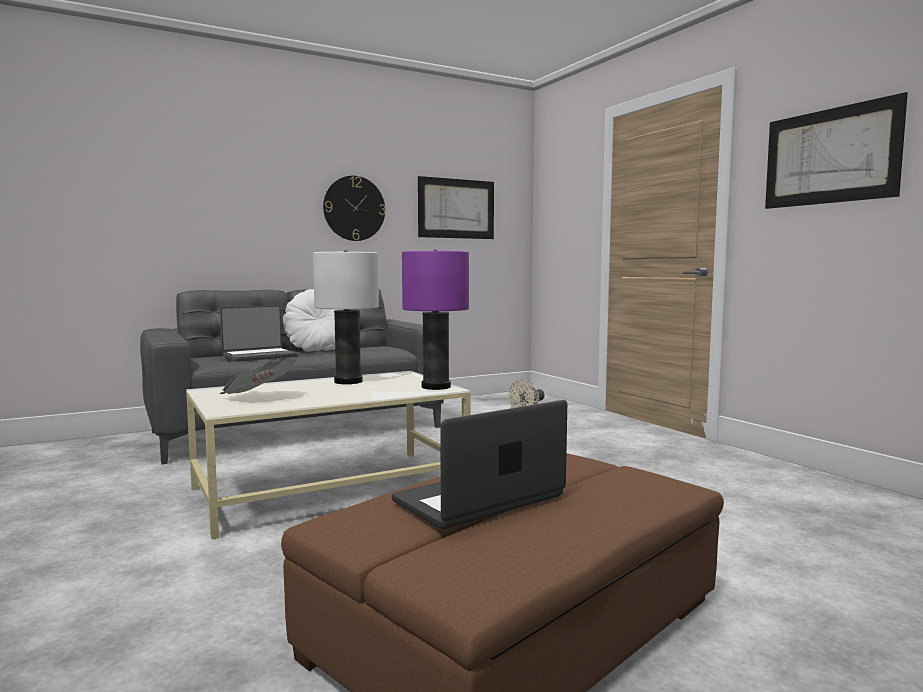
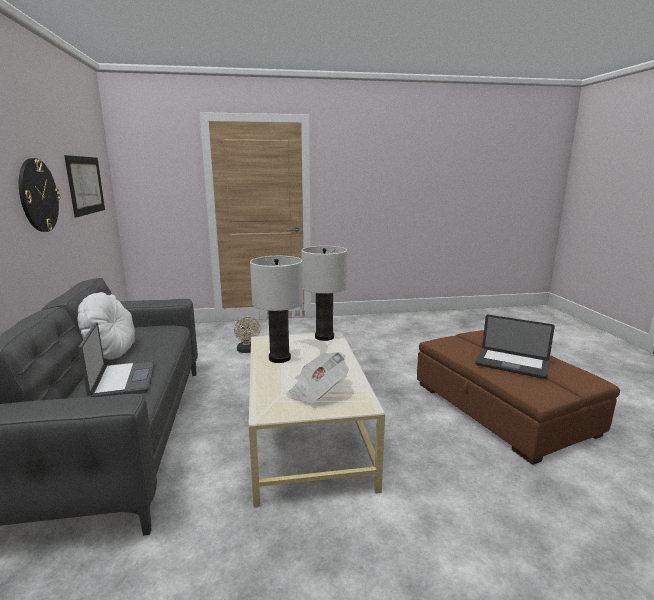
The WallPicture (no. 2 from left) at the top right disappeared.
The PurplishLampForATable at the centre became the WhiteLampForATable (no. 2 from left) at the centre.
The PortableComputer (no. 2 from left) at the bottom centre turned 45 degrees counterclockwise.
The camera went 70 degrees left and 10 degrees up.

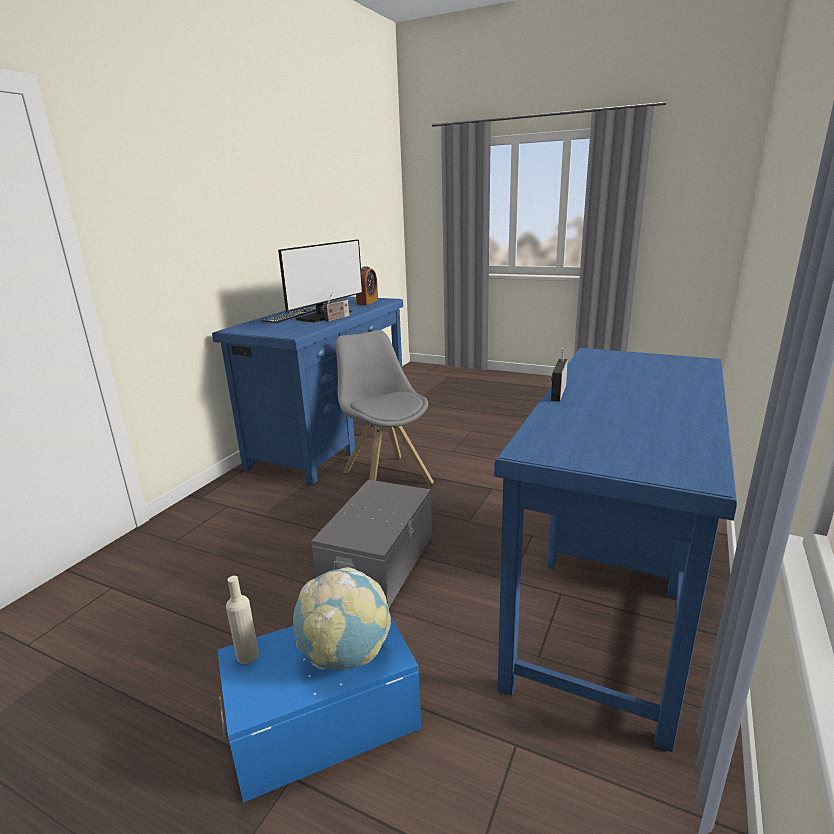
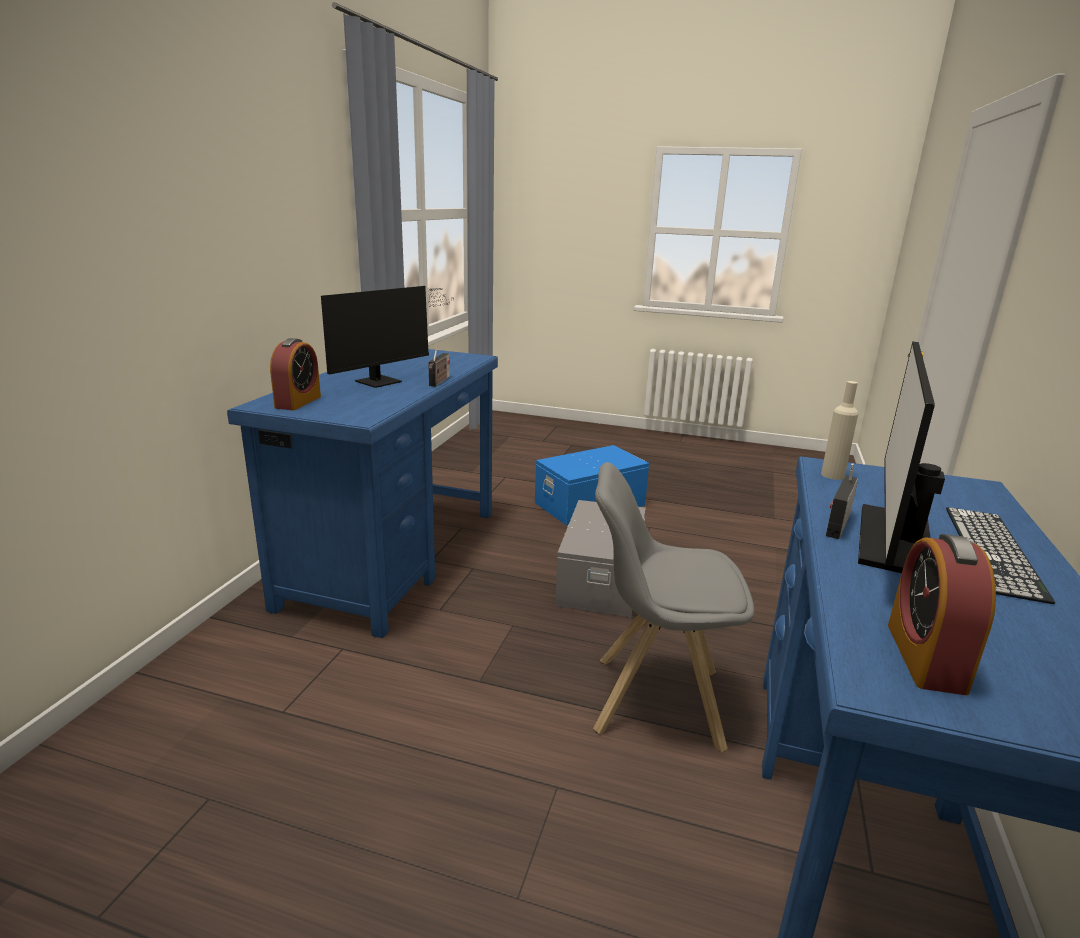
The GreyishChair at the centre turned 135 degrees clockwise.
The WorldGlobe at the bottom centre disappeared.
The SandColouredBottle moved from the bottom left to the middle right.
The ComputerScreen (no. 1 from left) at the centre appeared.
The AlarmClock (no. 1 from left) at the middle left appeared.
The camera went 170 degrees right and 0 degrees up.

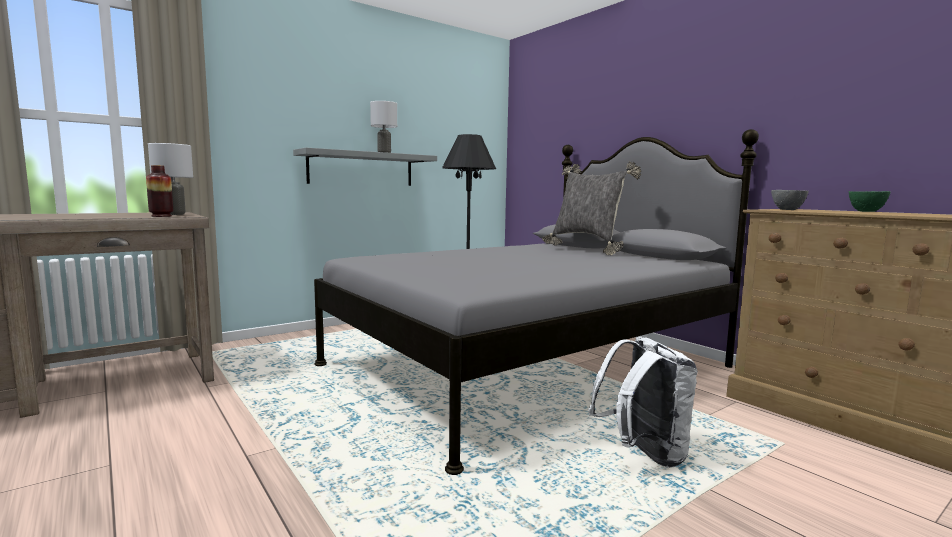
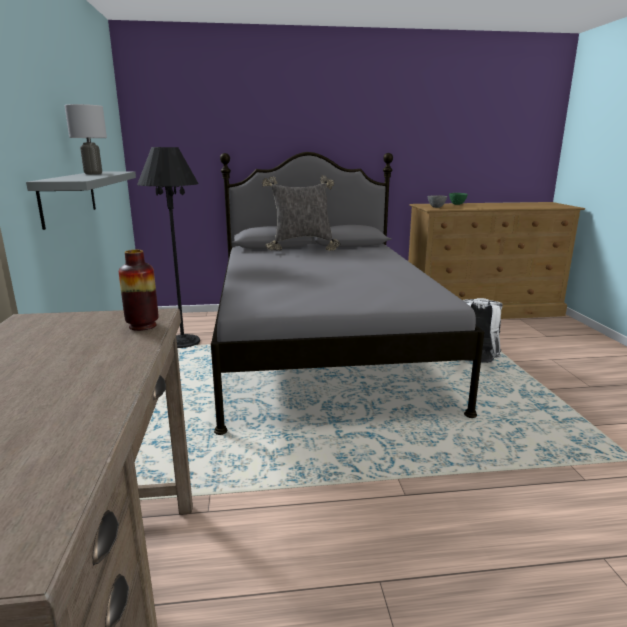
The WhiteLampForATable (no. 1 from left) at the middle left disappeared.
The camera went 60 degrees left and 10 degrees up.

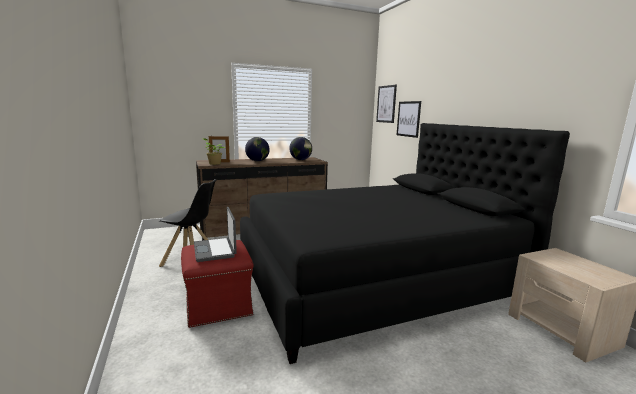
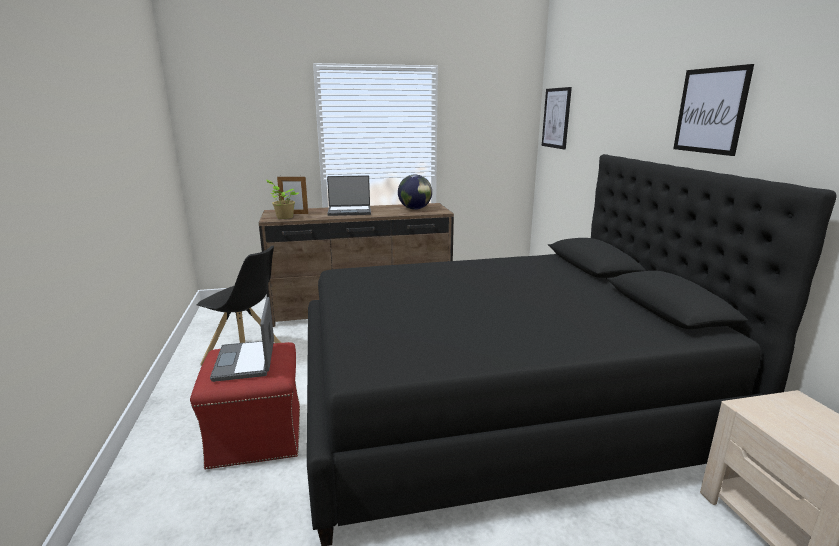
The WallPicture (no. 2 from left) moved from the top centre to the top right.
The WorldGlobe (no. 1 from left) at the centre was replaced by the PortableComputer (no. 2 from left) at the centre.
The camera went 10 degrees right and 5 degrees up.

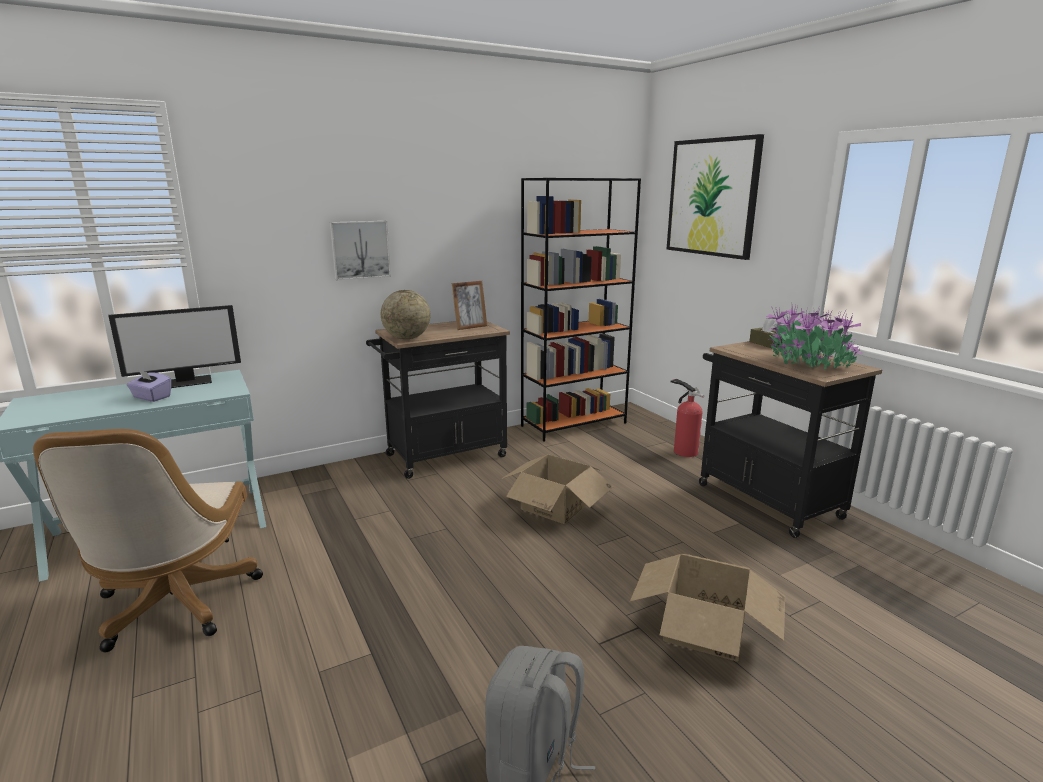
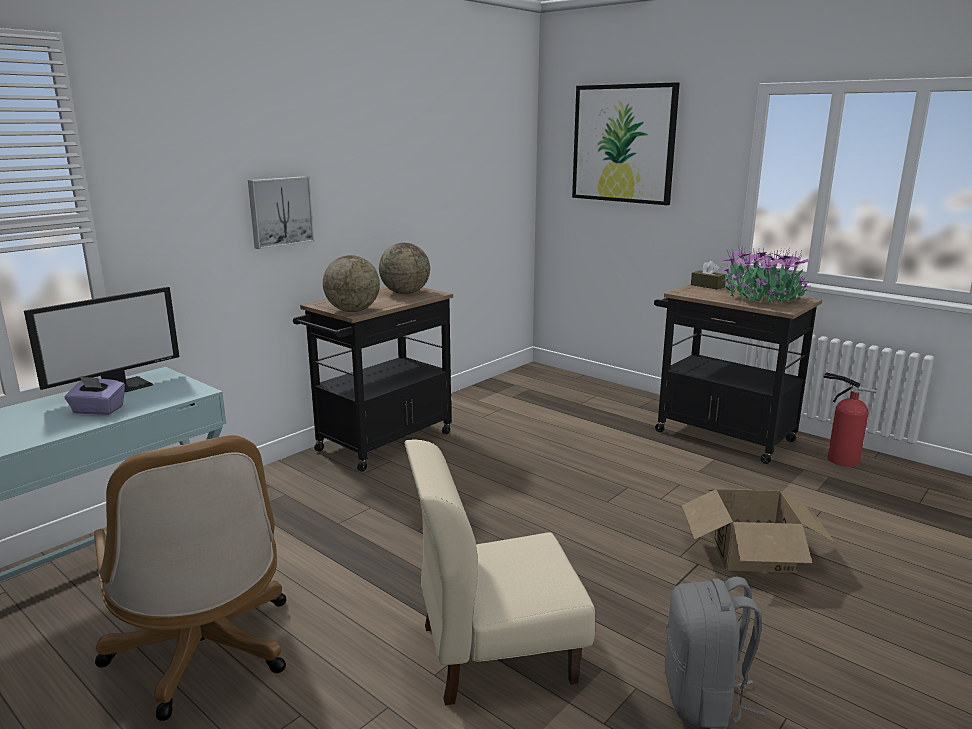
The OrangeyBookcase at the centre disappeared.
The StandingFrame at the centre was replaced by the WorldGlobe (no. 2 from left) at the centre.
The Extinguisher moved from the centre to the middle right.
The CardboardBox (no. 1 from left) at the centre disappeared.
The SandColouredChair at the bottom centre appeared.
The camera went 20 degrees left and 0 degrees up.

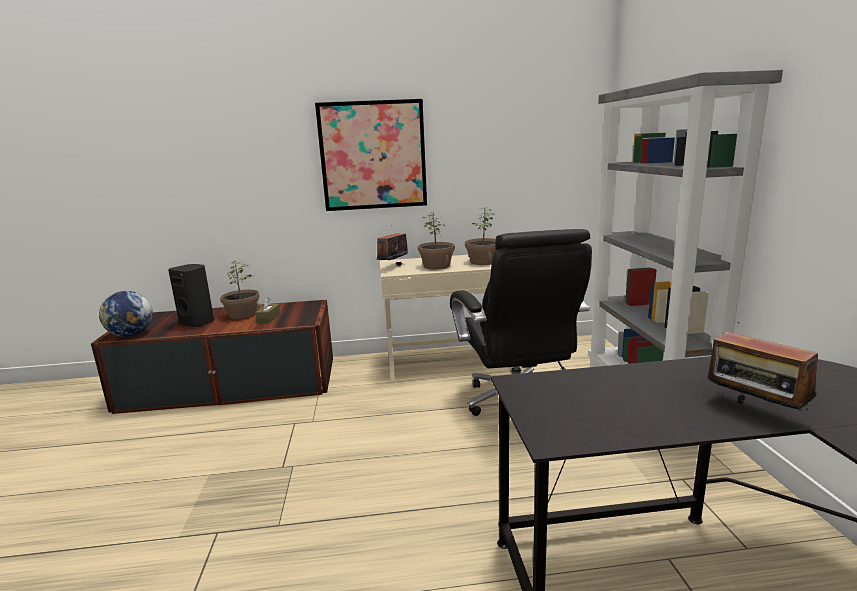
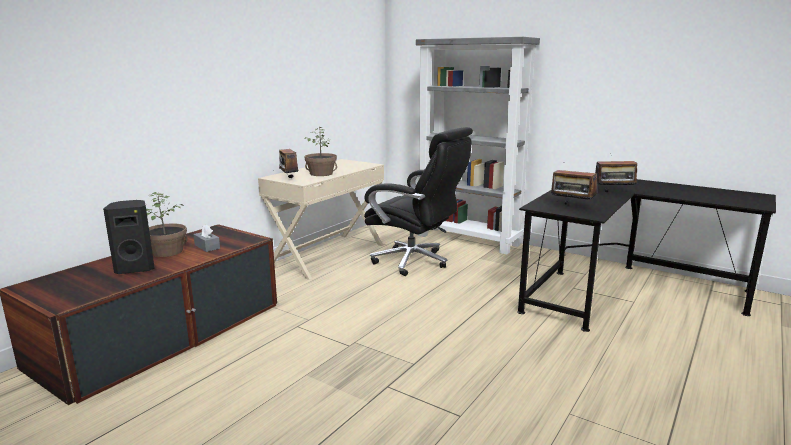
The WallPicture at the top centre disappeared.
The Houseplant (no. 3 from left) at the centre disappeared.
The WorldGlobe at the middle left disappeared.
The BrownTissueHolder at the middle left became the GreyishTissueHolder at the middle left.
The RadioSet (no. 2 from left) at the middle right appeared.
The camera went 50 degrees left and 0 degrees up.

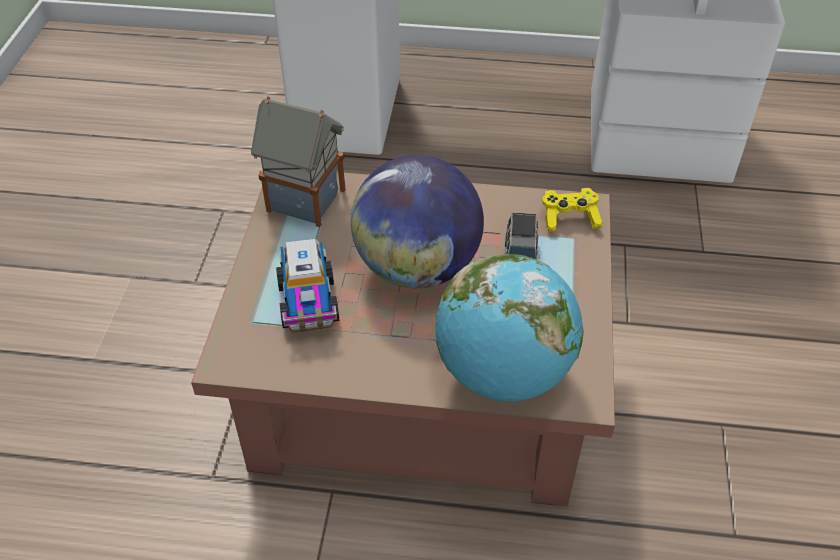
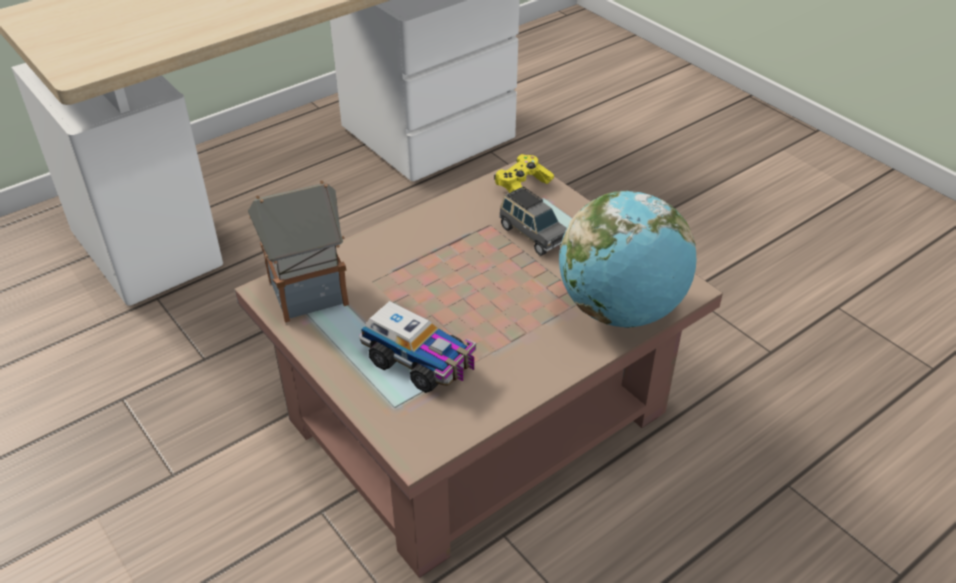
The WorldGlobe (no. 1 from left) at the centre disappeared.
The camera went 45 degrees left and 5 degrees down.

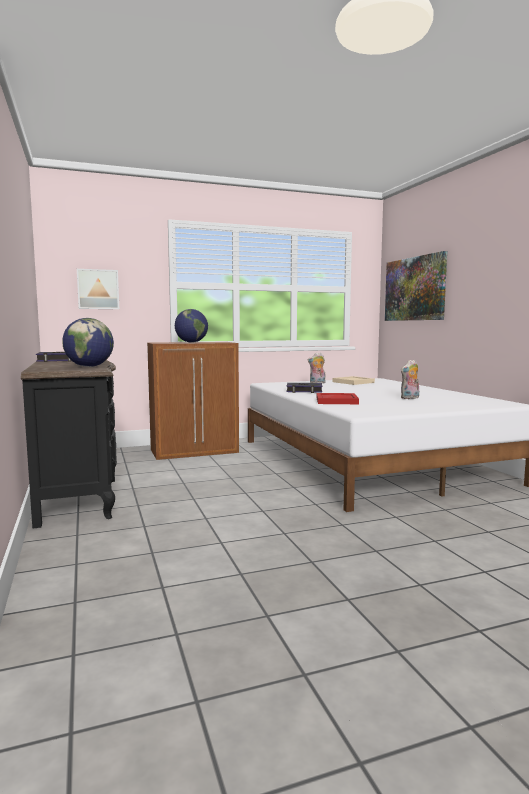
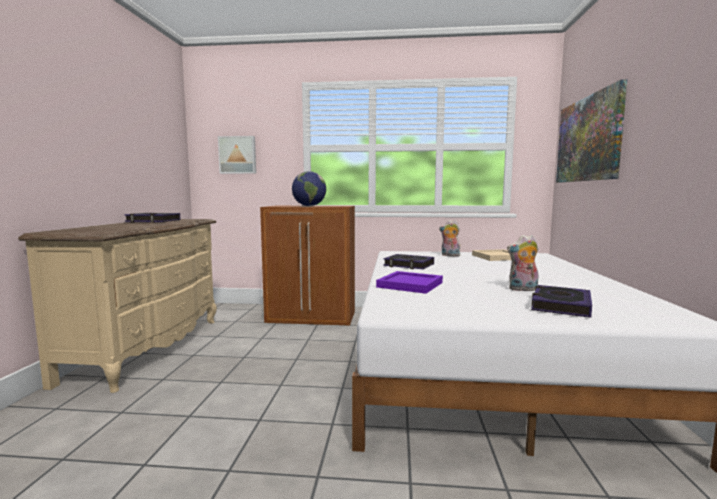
The WorldGlobe (no. 1 from left) at the middle left disappeared.
The BlackColouredChestOfDrawers at the middle left became the SandColouredChestOfDrawers at the middle left.
The ReddishServingTray at the centre became the PurplishServingTray at the centre.
The BoundBook (no. 3 from left) at the middle right appeared.
The camera went 25 degrees right and 0 degrees up.

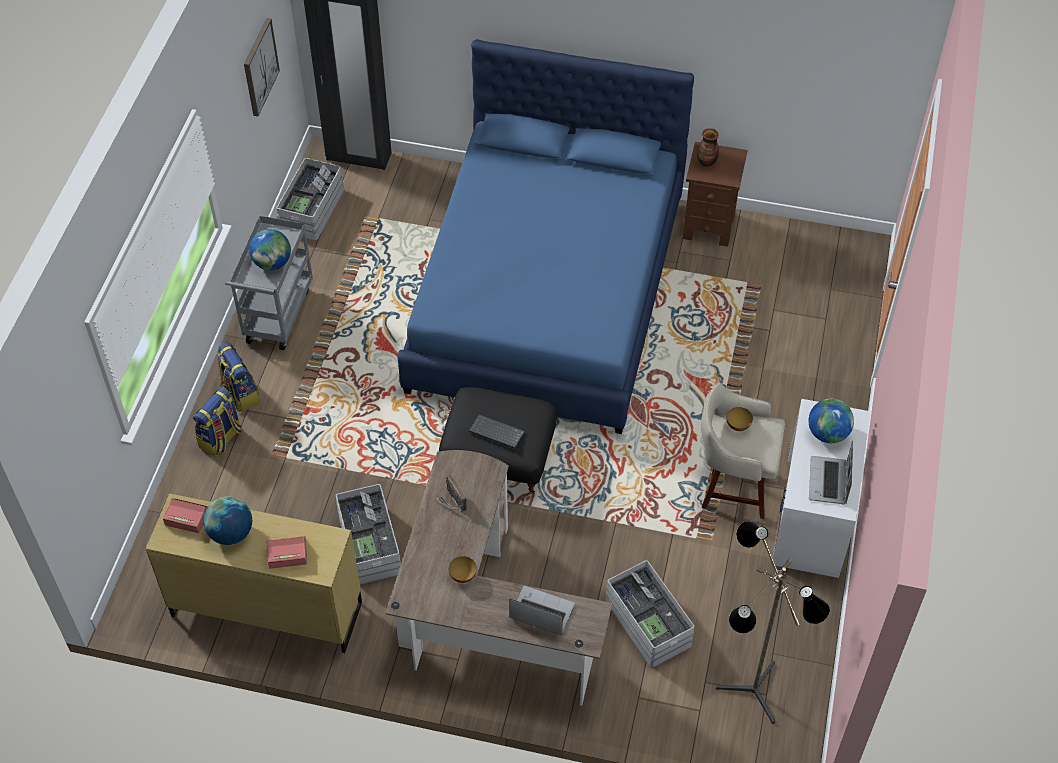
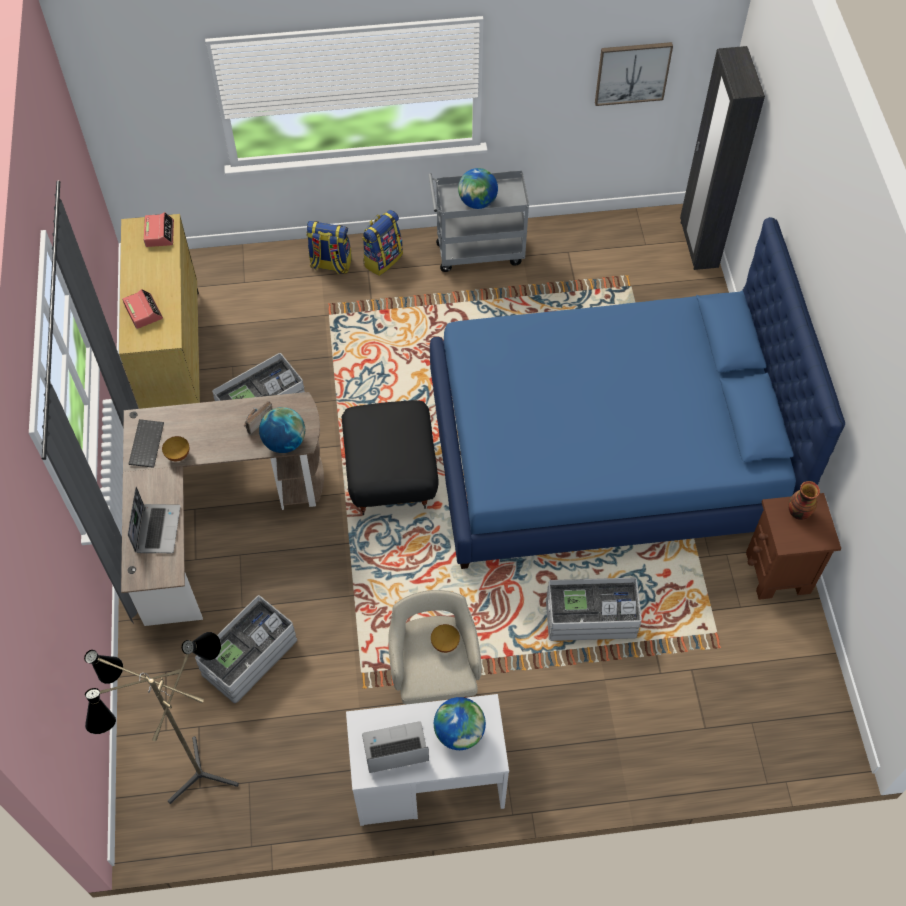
The GreyishStorageContainer (no. 1 from left in the first image) moved from the top left to the bottom centre.
The ComputerKeyboard moved from the centre to the middle left.
The WorldGlobe (no. 1 from left) moved from the bottom left to the middle left.
The camera went 70 degrees right and 5 degrees up.

